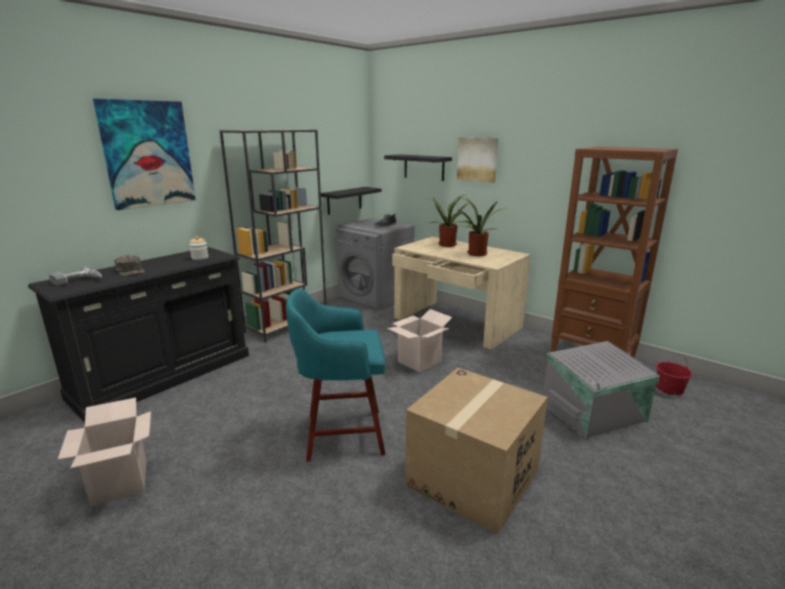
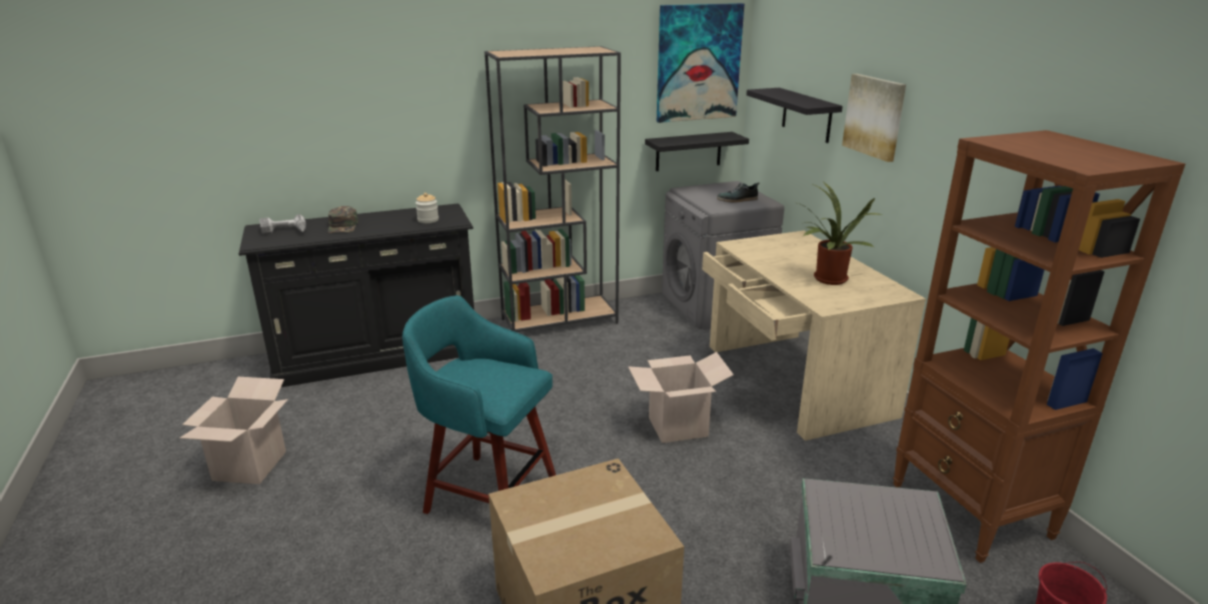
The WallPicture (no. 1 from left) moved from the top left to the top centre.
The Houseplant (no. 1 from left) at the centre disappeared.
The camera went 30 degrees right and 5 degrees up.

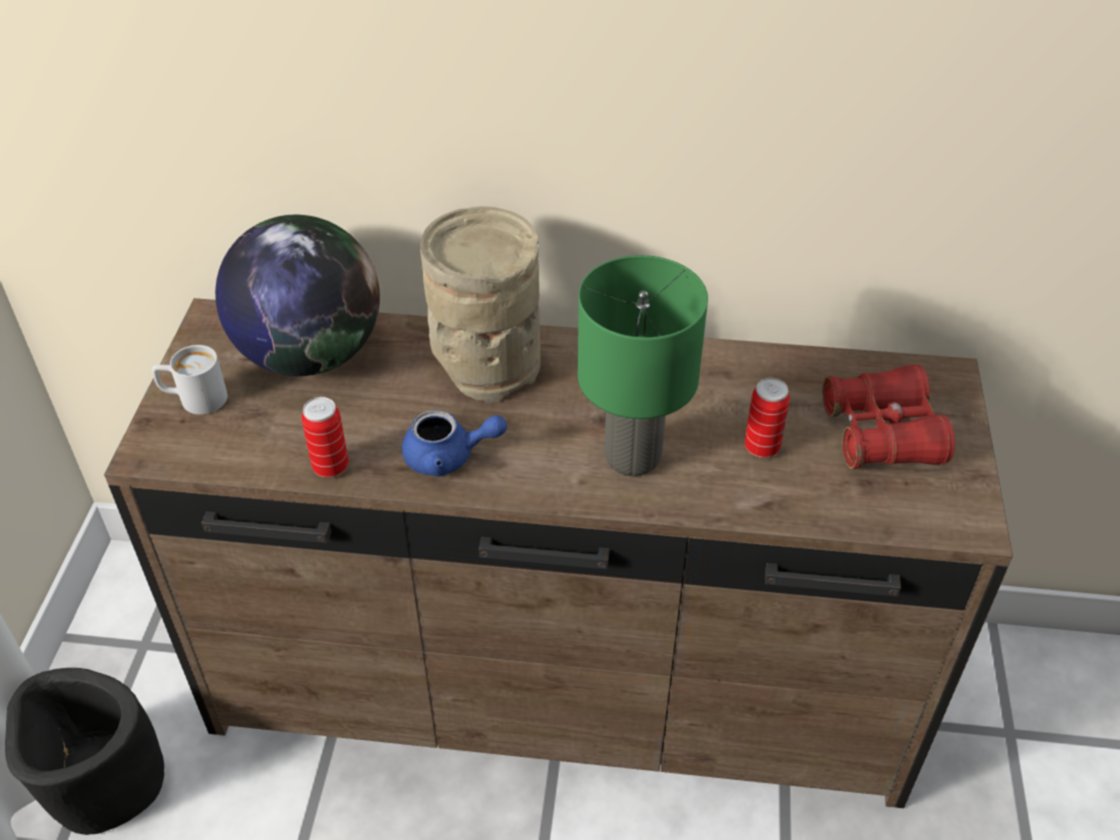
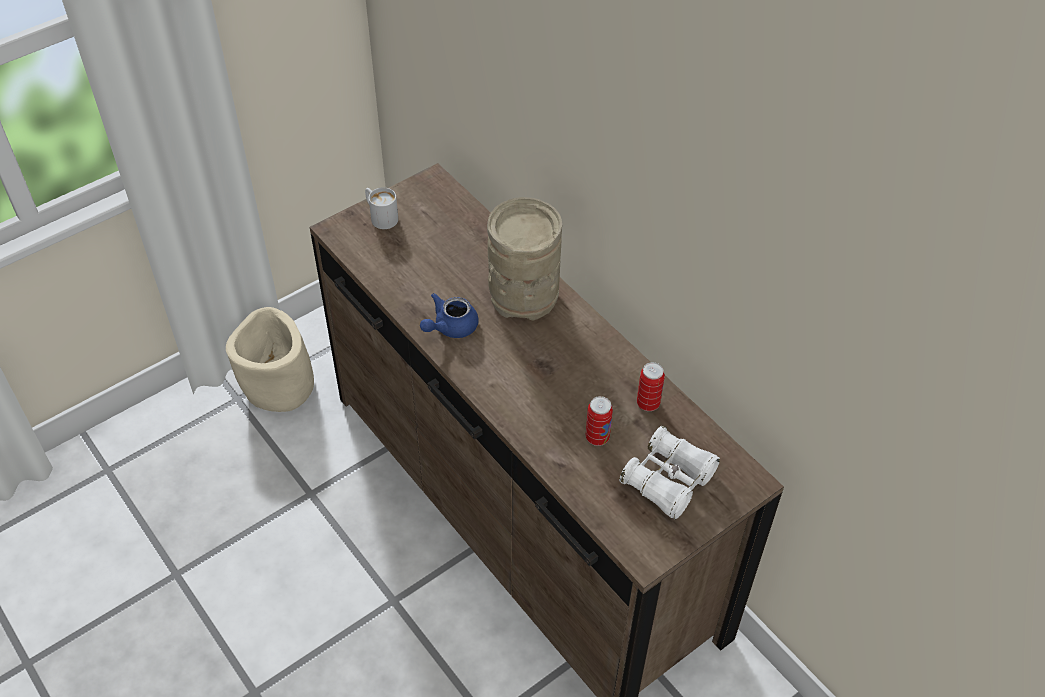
The WorldGlobe at the middle left disappeared.
The GreenLampForATable at the centre disappeared.
The ReddishFieldGlasses at the middle right became the WhiteFieldGlasses at the bottom centre.
The SealedCan (no. 1 from left in the first image) moved from the middle left to the centre.
The BlueTeapot at the centre turned 90 degrees clockwise.
The BlackColouredFlowerPot at the bottom left became the SandColouredFlowerPot at the middle left.
The camera went 45 degrees right and 5 degrees up.

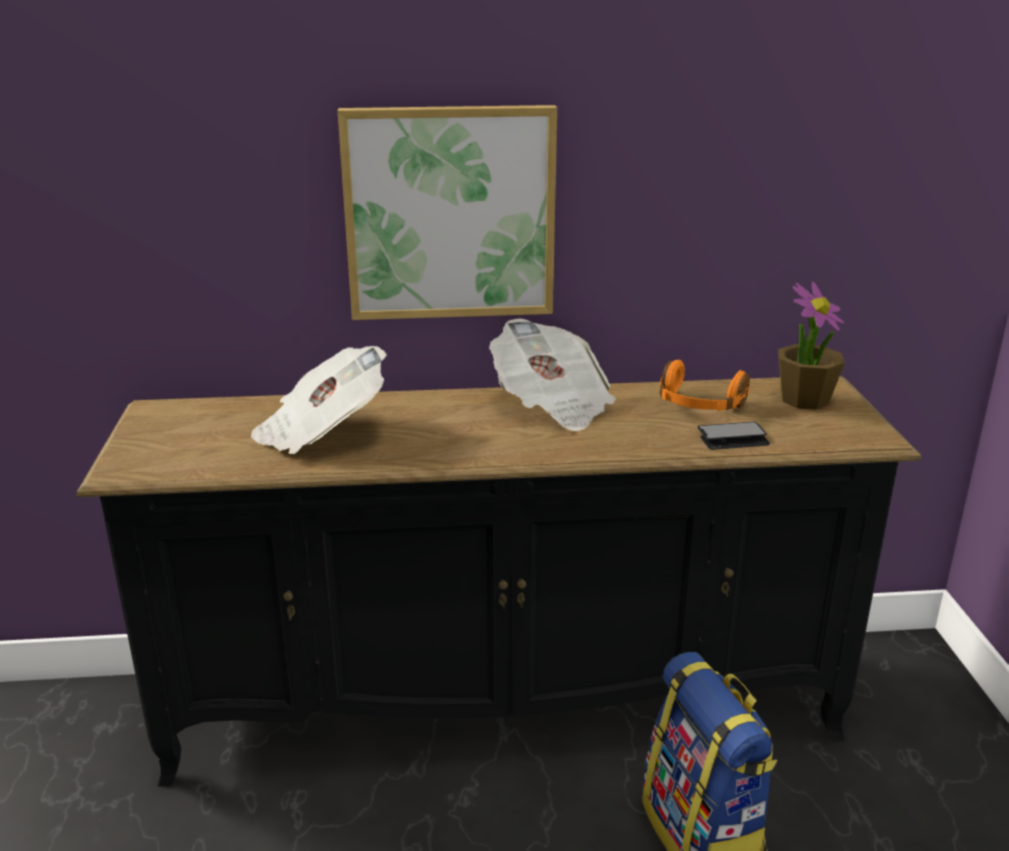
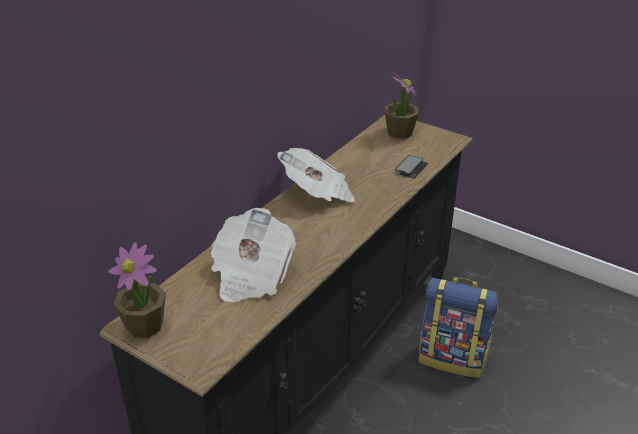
The WallPicture at the top centre disappeared.
The OrangeyHeadset at the middle right disappeared.
The Houseplant (no. 1 from left) at the bottom left appeared.
The camera went 50 degrees left and 10 degrees up.

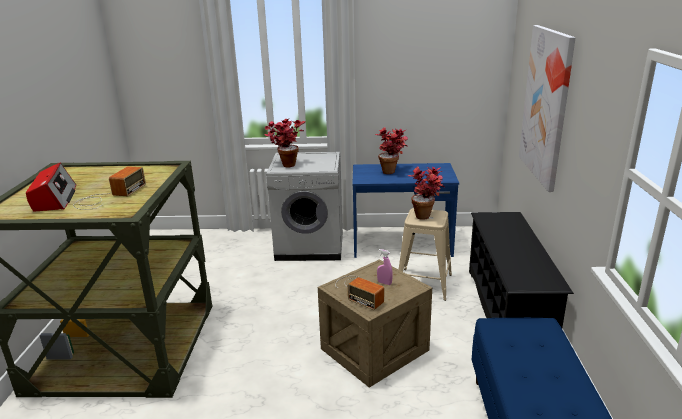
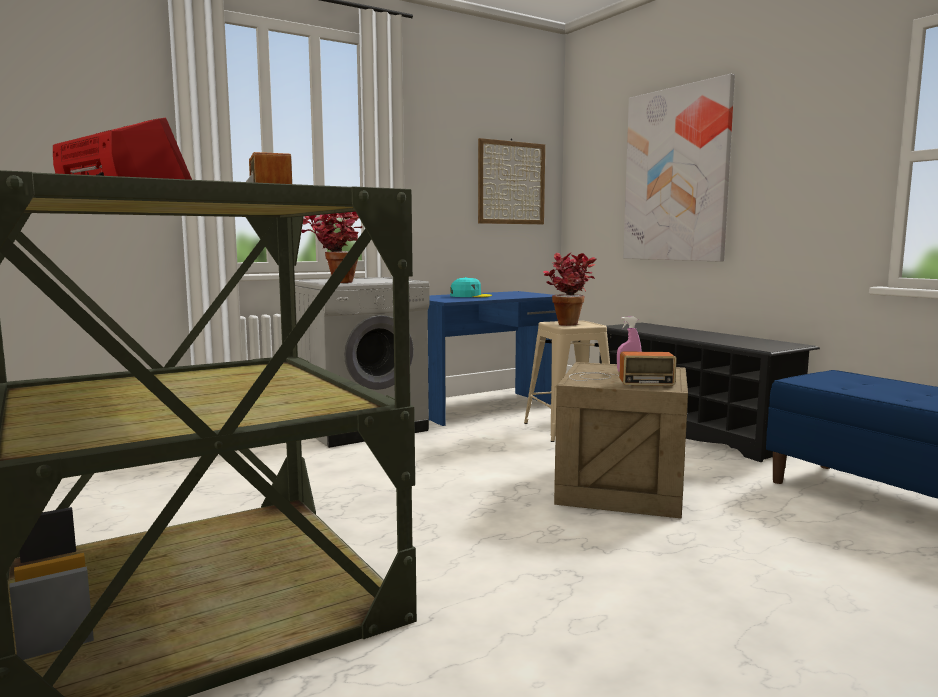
The Houseplant (no. 2 from left) at the centre was replaced by the TurquoiseBaseballCap at the centre.
The WallPicture (no. 1 from left) at the top centre appeared.
The camera went 35 degrees left and 15 degrees down.

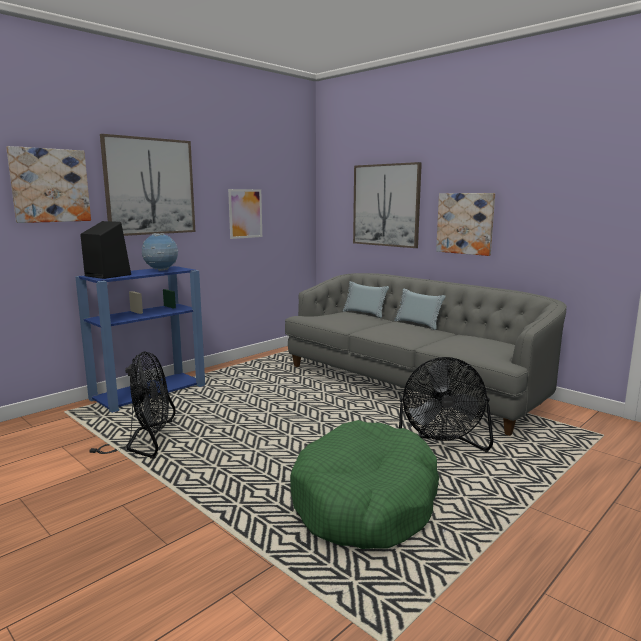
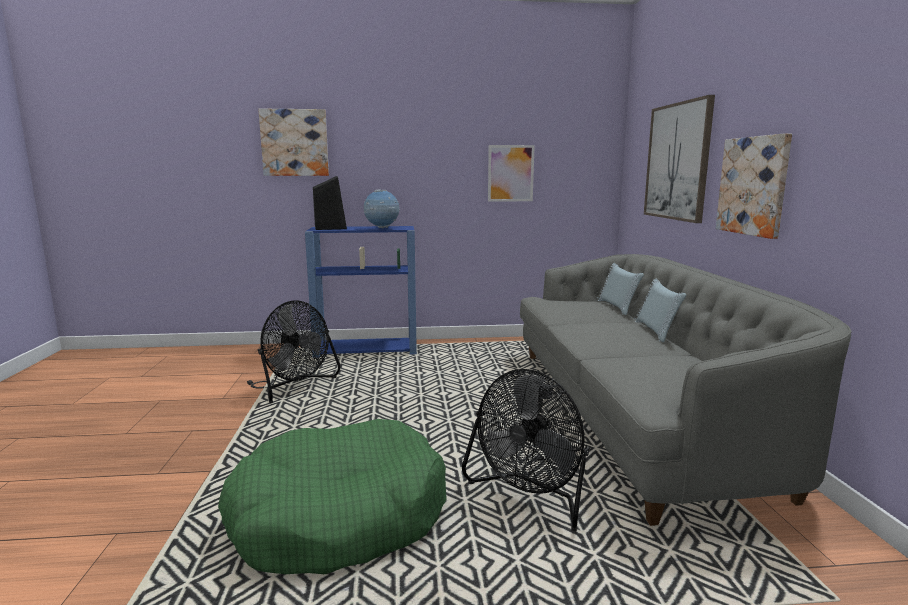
The WallPicture (no. 2 from left) at the top left disappeared.
The camera went 40 degrees right and 0 degrees up.

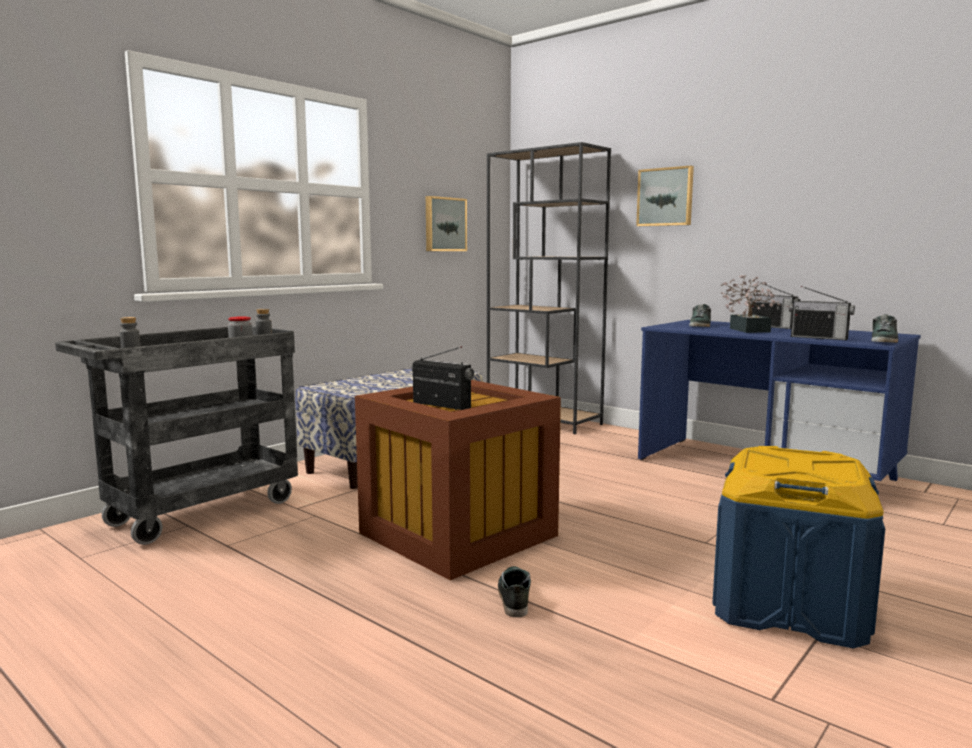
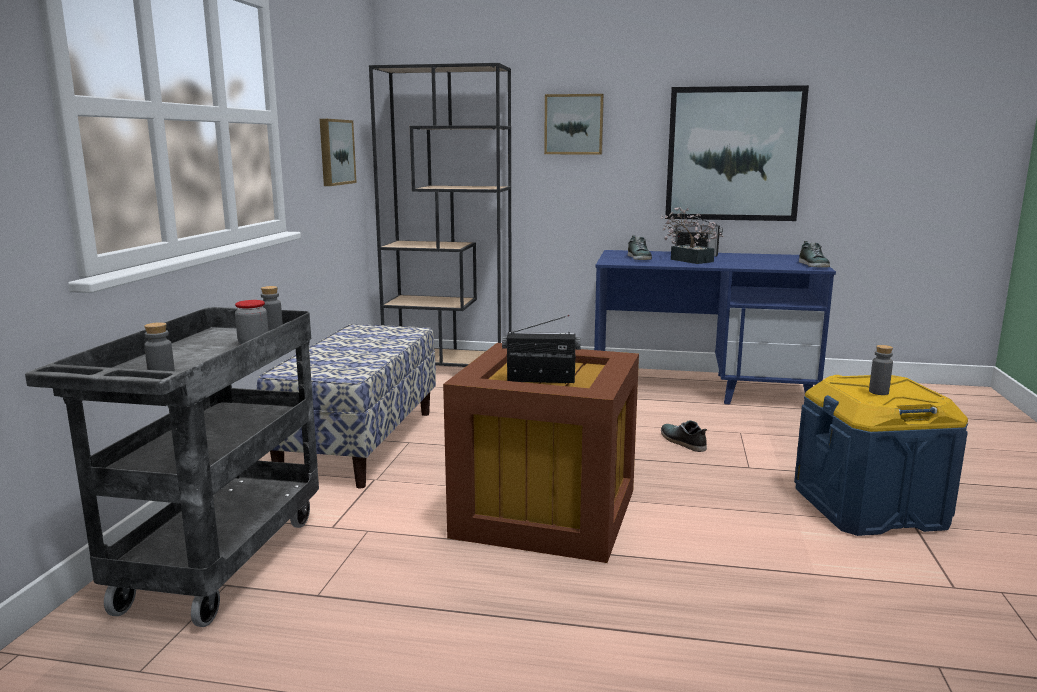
The RadioSet (no. 3 from left) at the middle right disappeared.
The LowShoe (no. 1 from left in the first image) moved from the bottom centre to the centre.
The WallPicture (no. 3 from left) at the top right appeared.
The GreyishBottle (no. 3 from left) at the middle right appeared.
The camera went 30 degrees left and 5 degrees up.

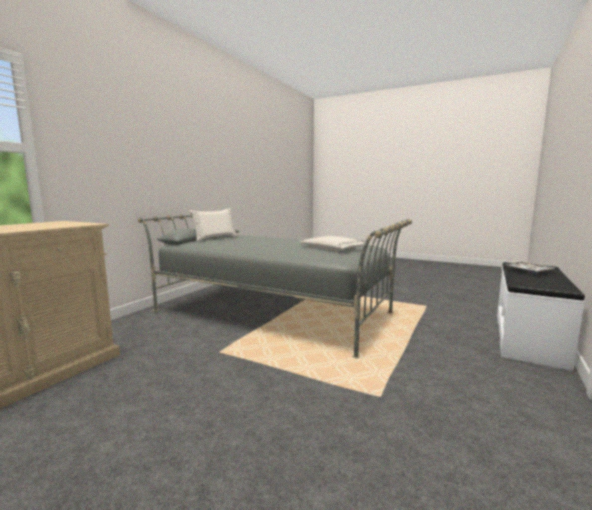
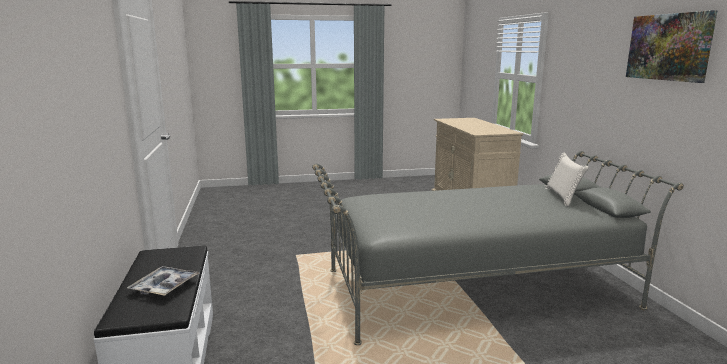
The WhitePillow (no. 2 from left) at the centre disappeared.
The WallPicture at the top right appeared.
The camera went 140 degrees right and 5 degrees up.

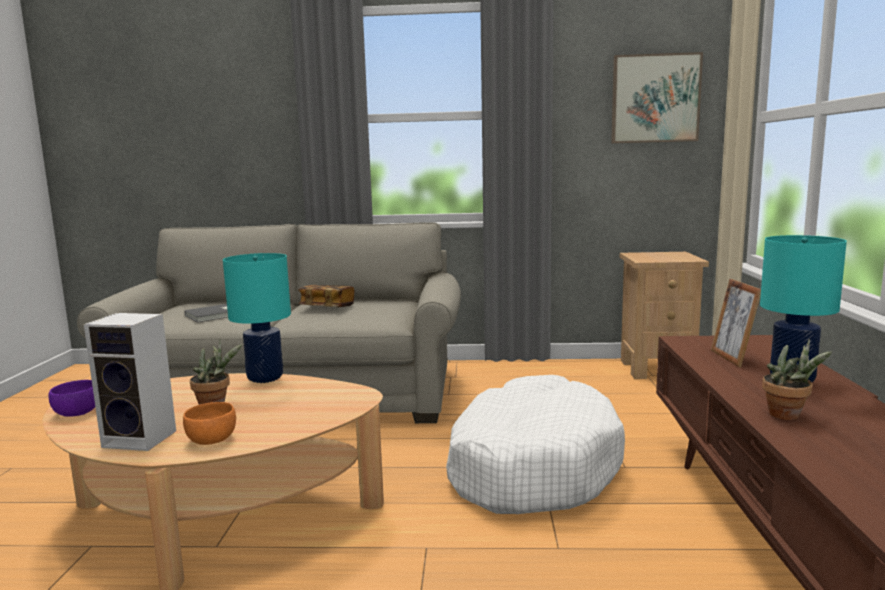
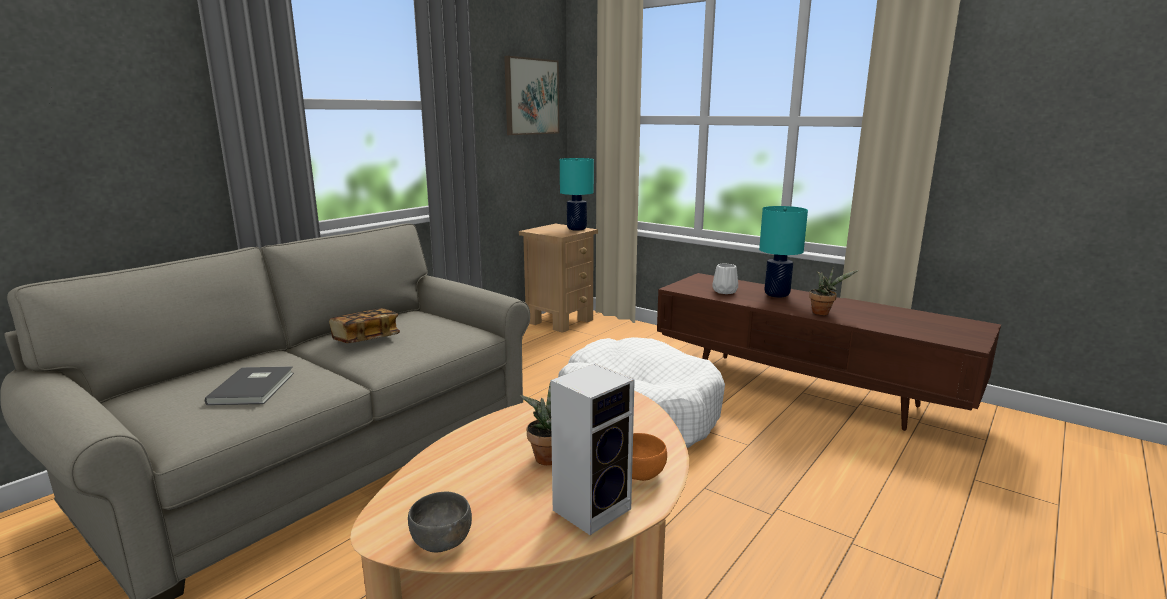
The TurquoiseLampForATable (no. 1 from left) moved from the middle left to the top centre.
The StandingFrame at the middle right was replaced by the WhiteDecorativeVase at the centre.
The PurplishBowl at the bottom left became the GreyishBowl at the bottom centre.
The camera went 55 degrees left and 5 degrees up.

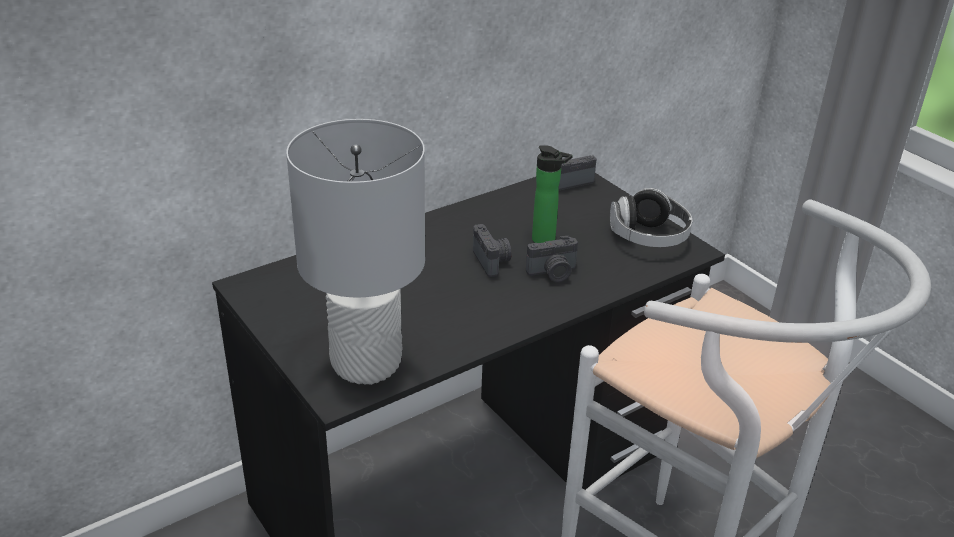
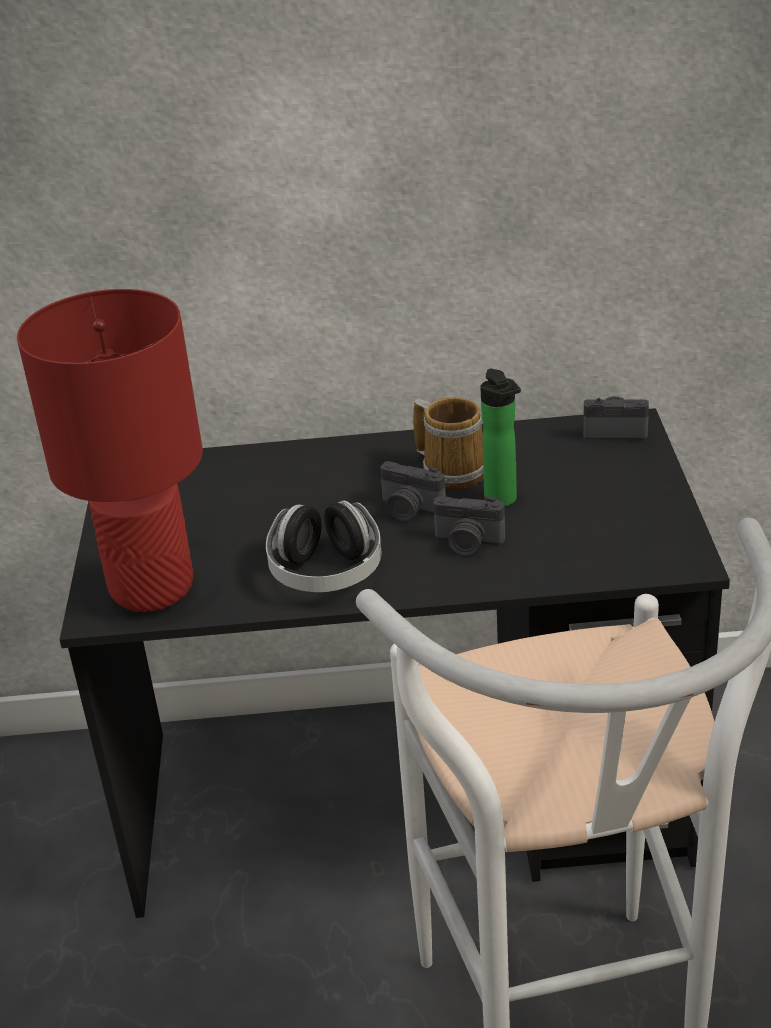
The GreyishLampForATable at the centre became the ReddishLampForATable at the middle left.
The Headset moved from the middle right to the centre.
The PhotoCamera (no. 1 from left) at the centre turned 105 degrees clockwise.
The CoffeeMug at the centre appeared.
The camera went 35 degrees right and 0 degrees up.

